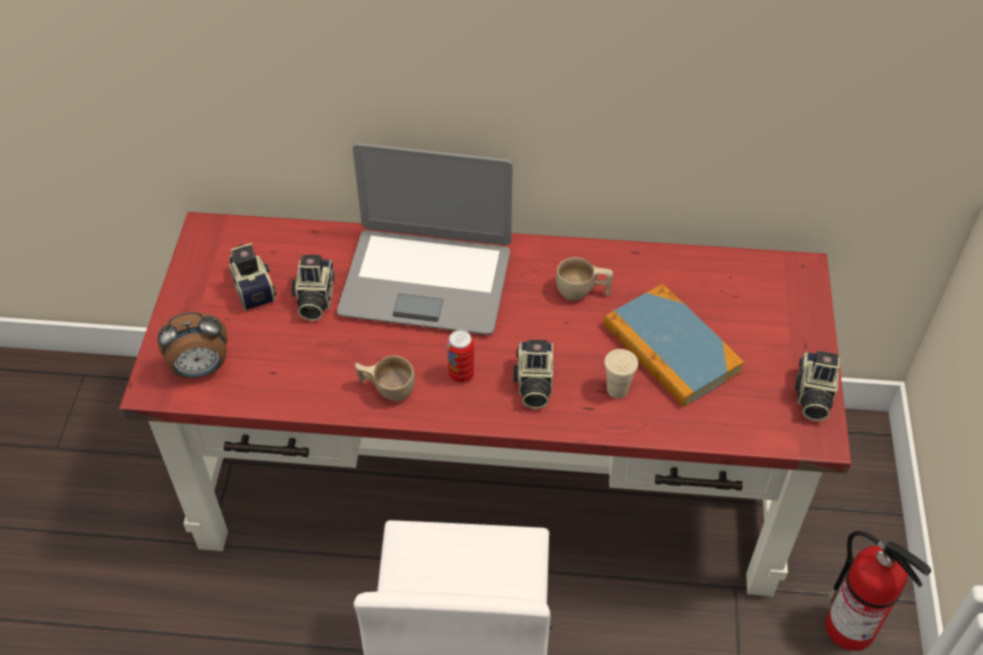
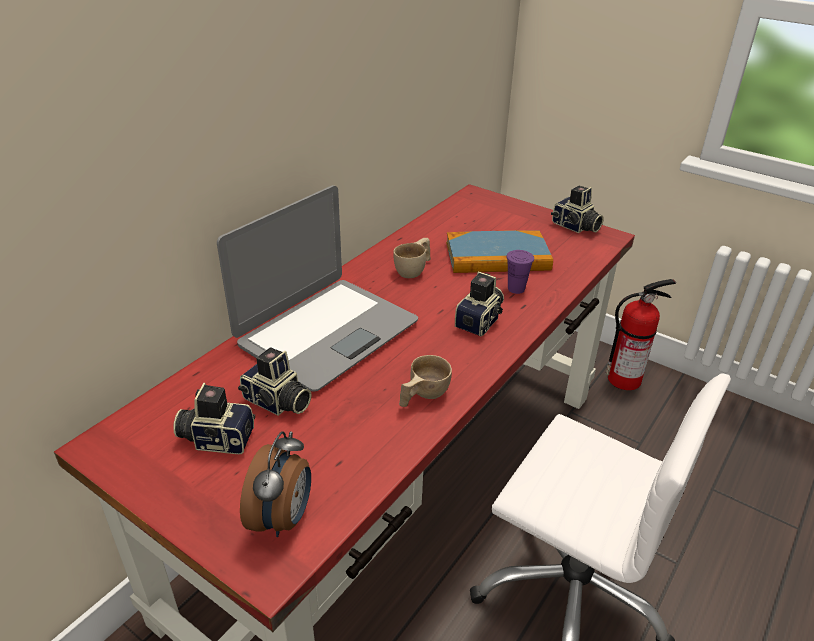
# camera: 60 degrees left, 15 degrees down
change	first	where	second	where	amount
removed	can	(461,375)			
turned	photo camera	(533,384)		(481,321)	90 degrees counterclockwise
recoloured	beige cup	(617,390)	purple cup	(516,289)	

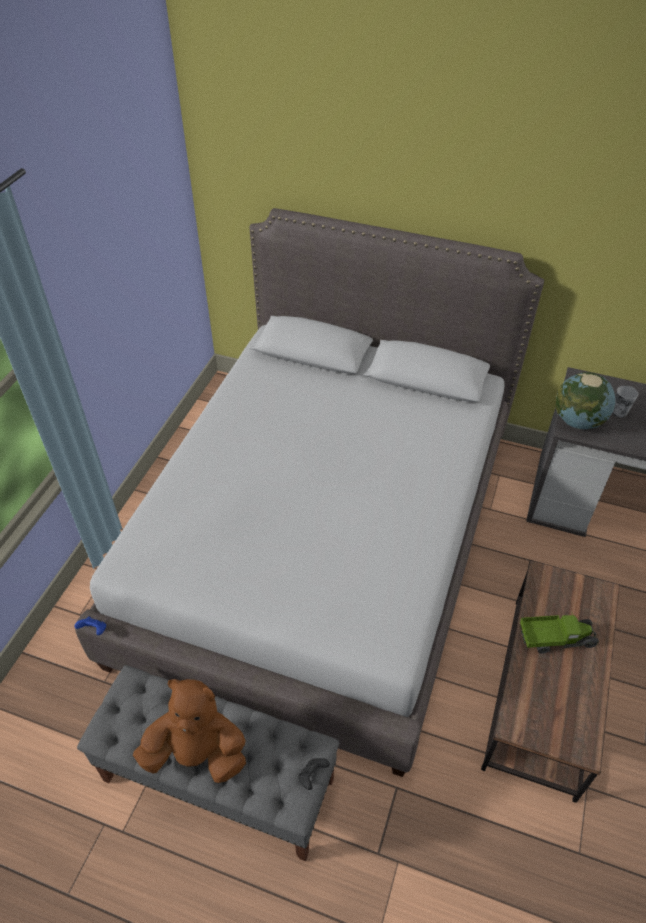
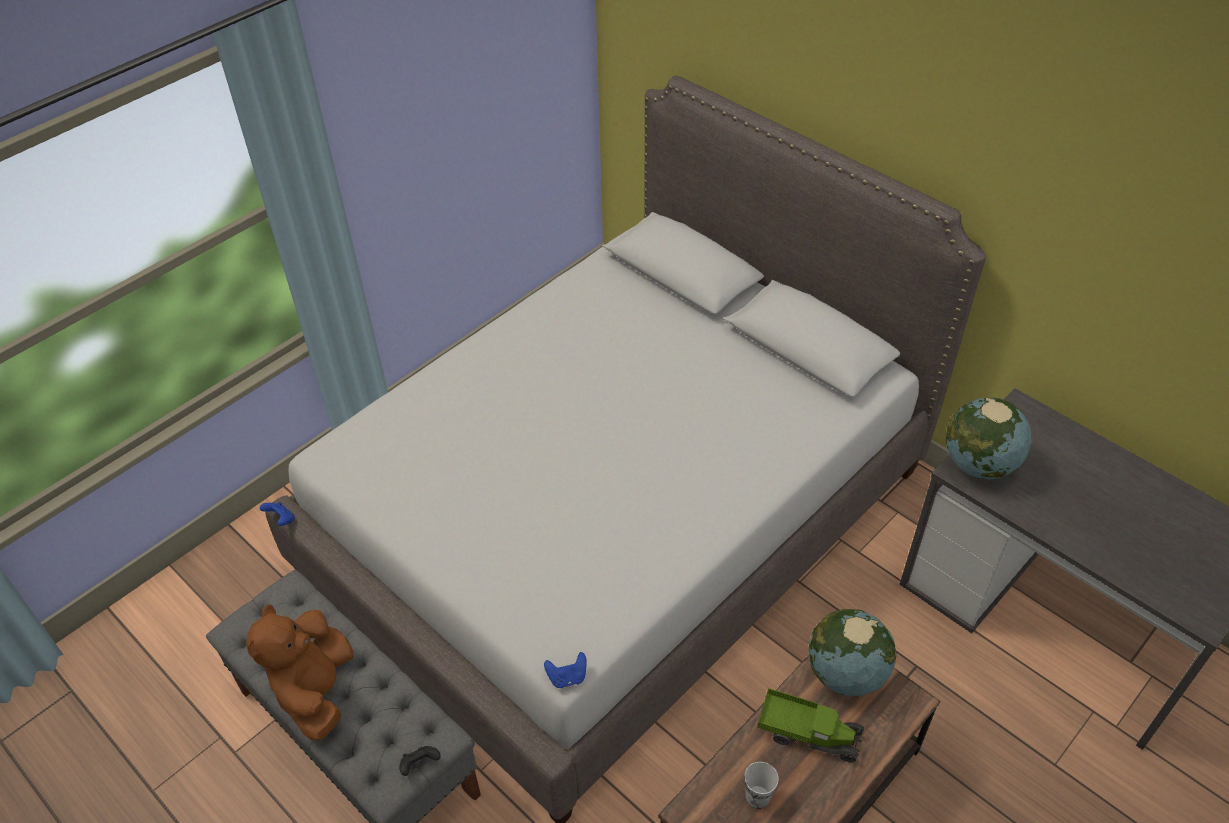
# camera: 25 degrees right, 0 degrees up
change	first	where	second	where	amount
turned	brown plush toy	(197,753)		(316,691)	120 degrees counterclockwise
moved	cup	(619,412)		(757,797)	
added			blue game controller	(567,677)	
added			globe	(845,674)	

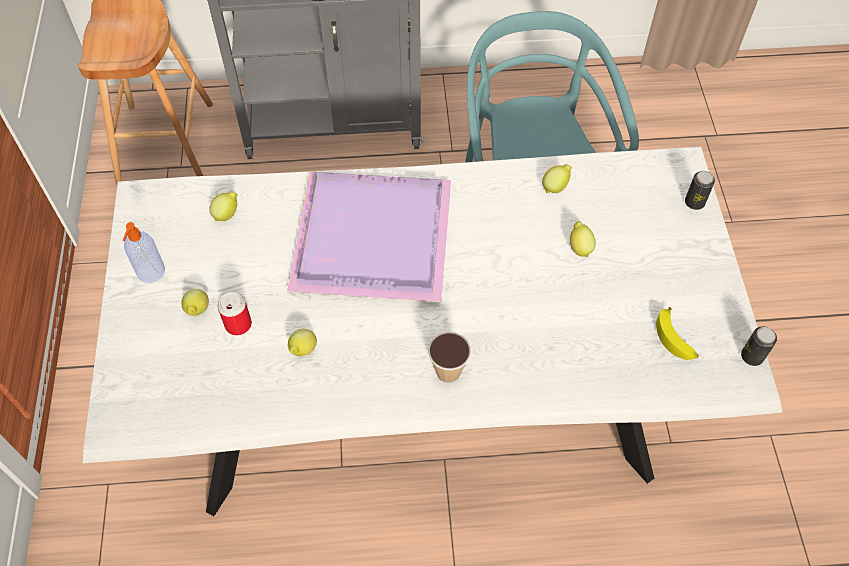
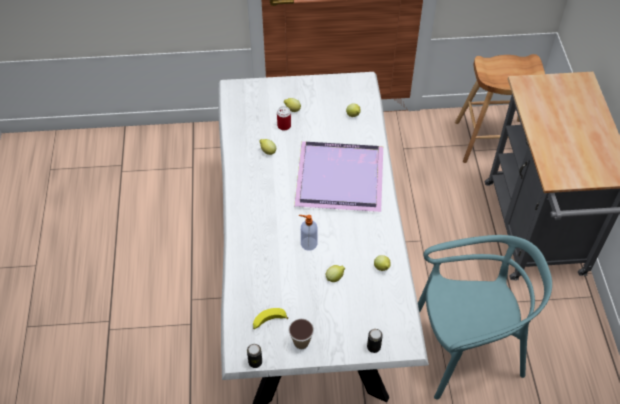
# camera: 90 degrees right, 5 degrees down
change	first	where	second	where	amount
moved	soap dispenser	(150,272)		(308,243)	
moved	cup	(448,372)		(301,342)	

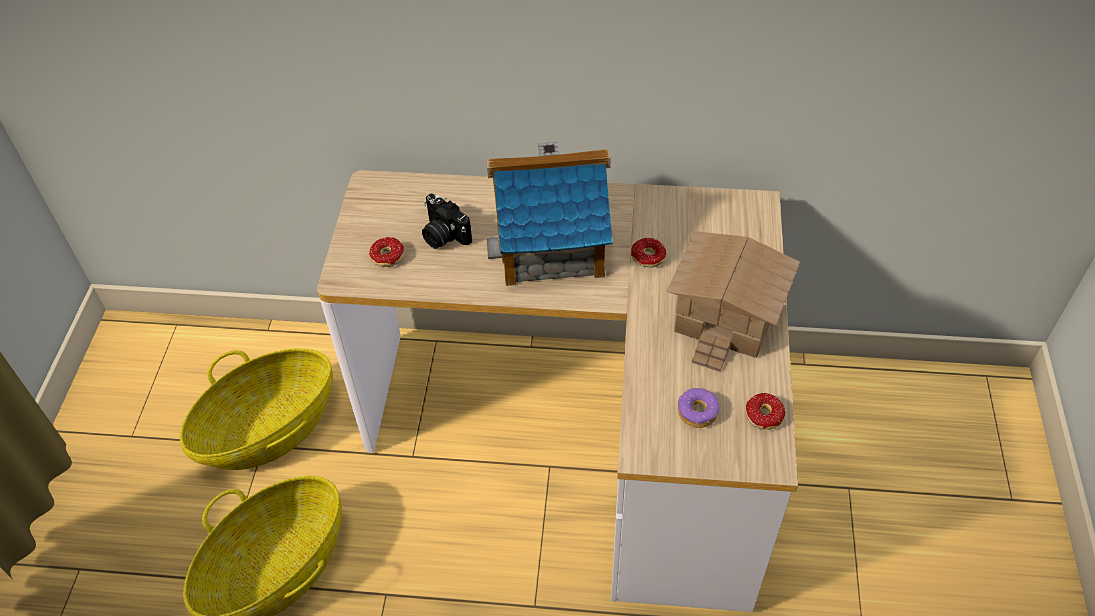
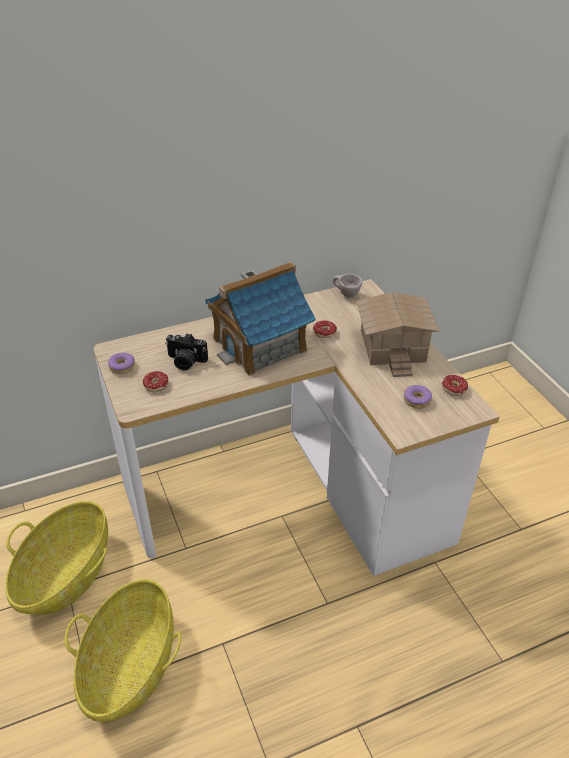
# camera: 30 degrees left, 10 degrees down
change	first	where	second	where	amount
added			donut	(122,367)	
added			beige cup	(345,294)	

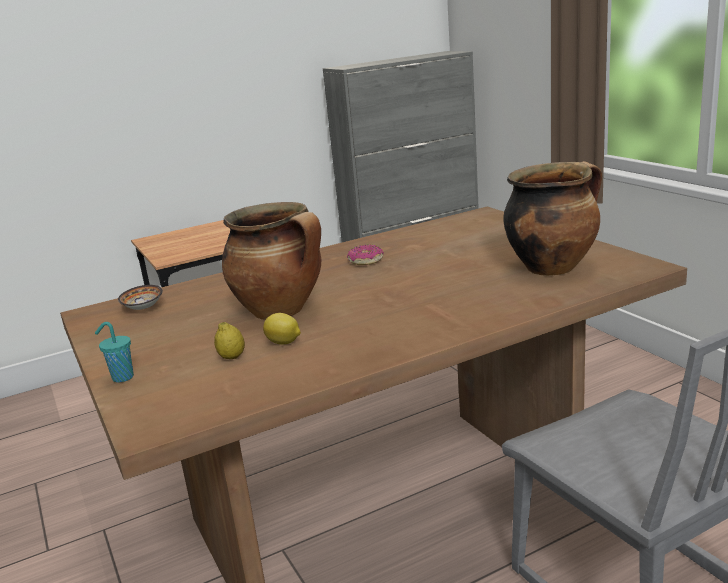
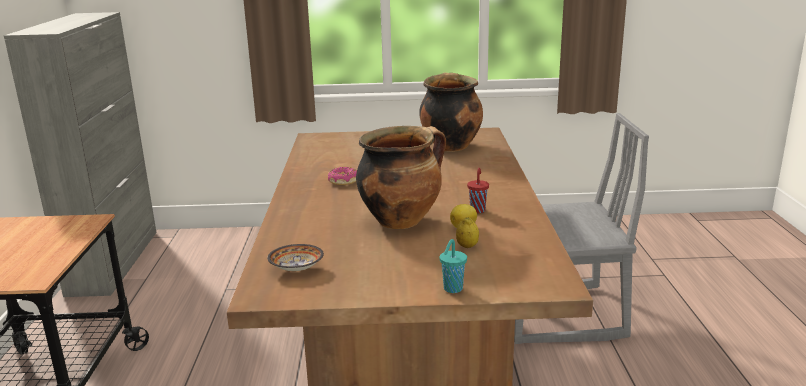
# camera: 65 degrees left, 0 degrees up
change	first	where	second	where	amount
added			red cup	(477,210)	

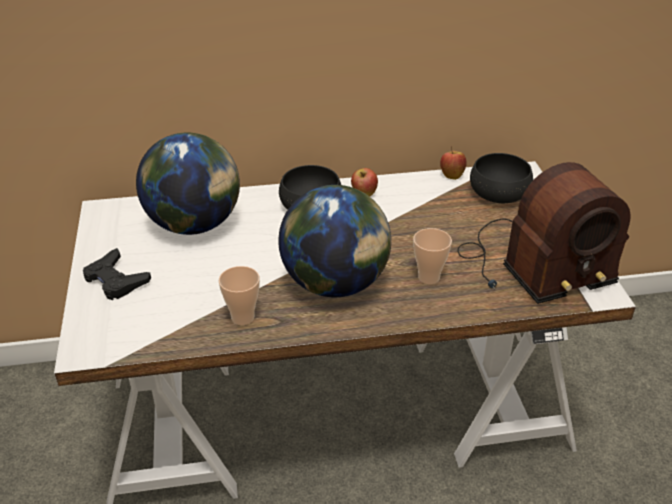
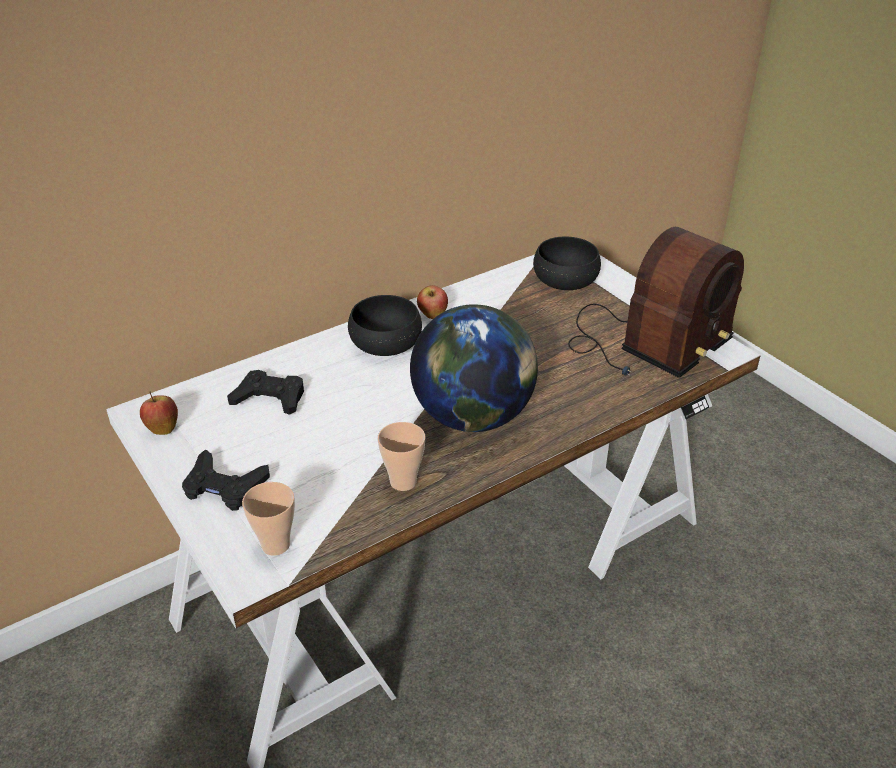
# camera: 25 degrees left, 0 degrees up
change	first	where	second	where	amount
replaced	globe	(195,224)	black game controller	(270,398)	
moved	cup	(428,277)		(275,545)	
moved	apple	(452,175)		(162,428)	

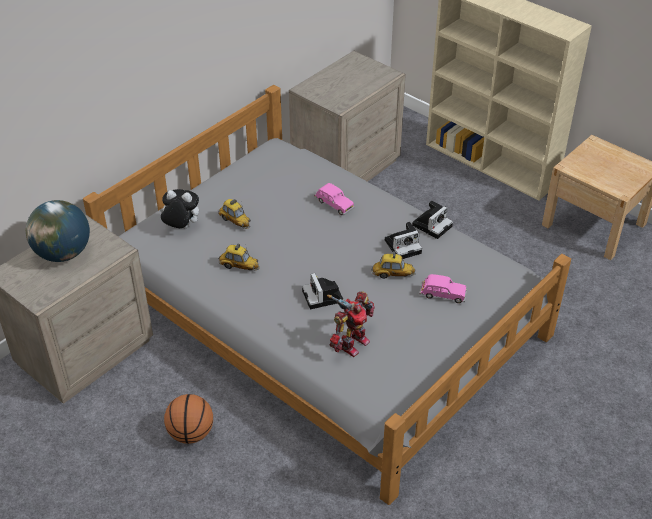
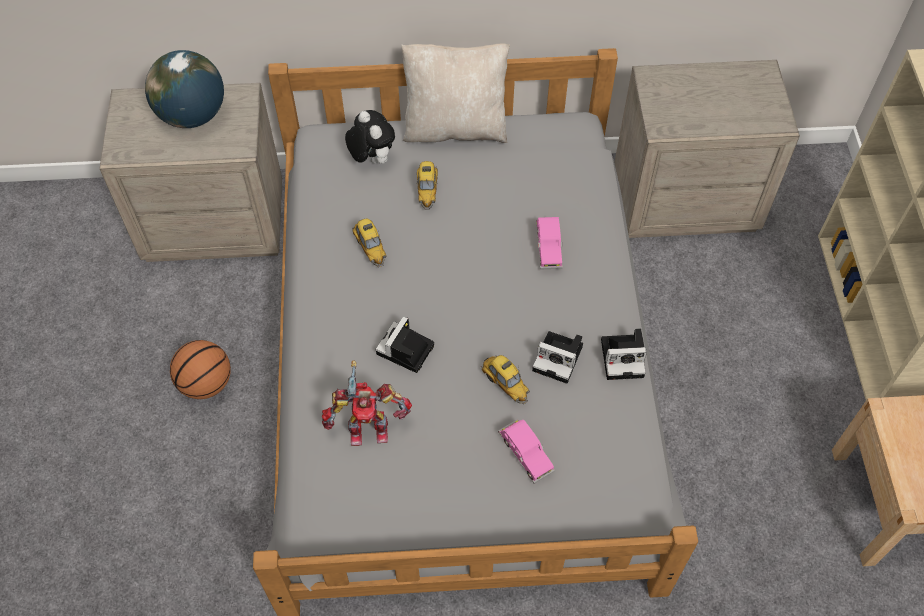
# camera: 45 degrees right, 15 degrees up
change	first	where	second	where	amount
added			beige pillow	(455,127)	

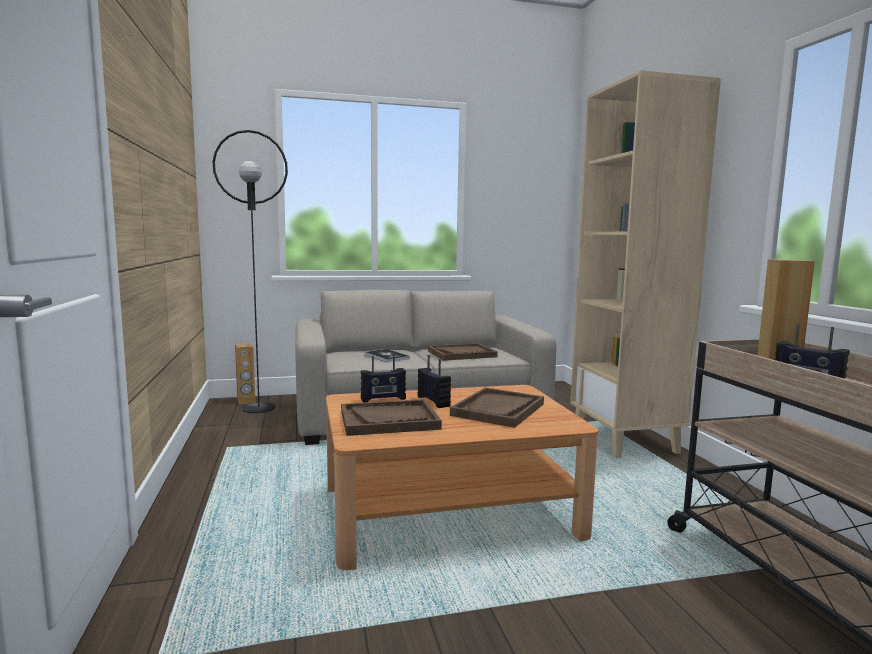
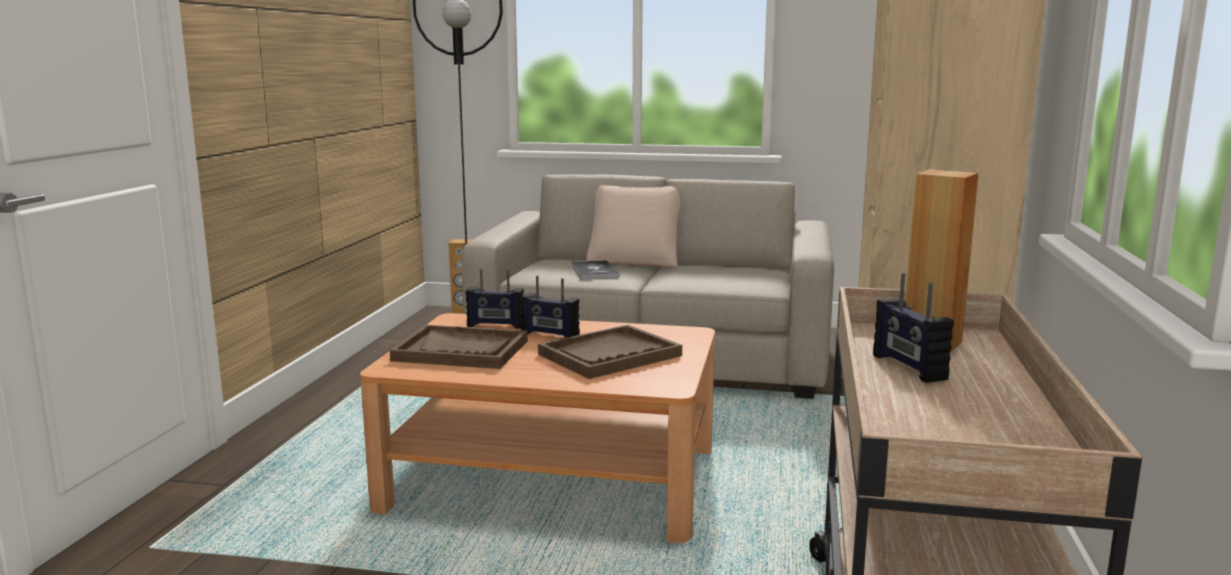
# camera: 25 degrees right, 5 degrees up
change	first	where	second	where	amount
turned	radio	(434,401)		(550,335)	120 degrees clockwise
removed	brown tray	(462,354)			
added			beige pillow	(635,260)	

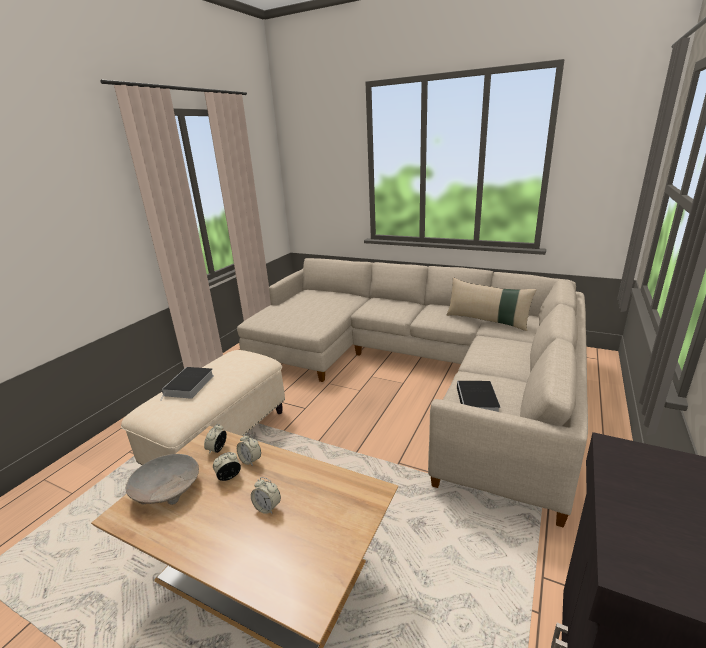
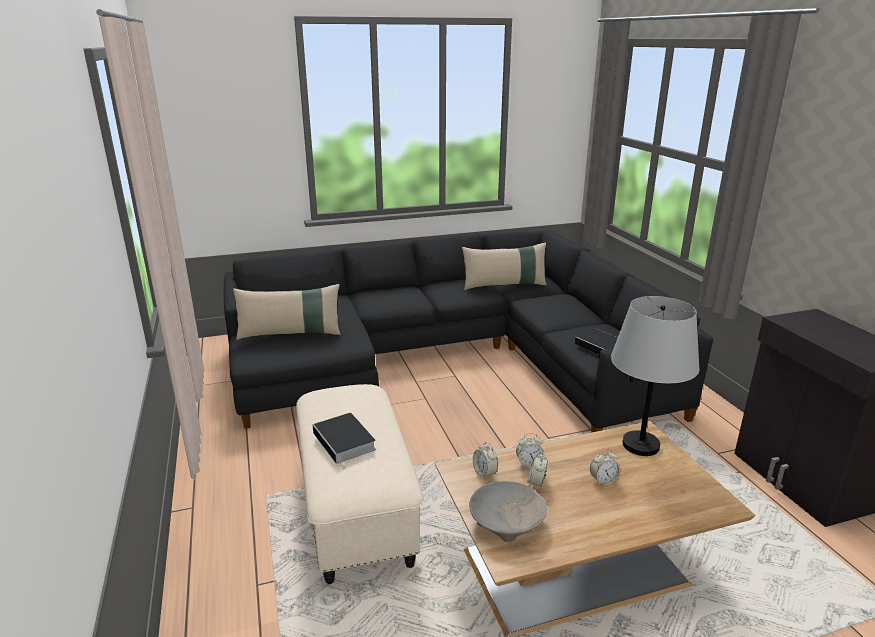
# camera: 45 degrees left, 0 degrees up
change	first	where	second	where	amount
recoloured	beige sofa	(417,368)	black sofa	(448,358)	
added			beige pillow	(290,333)	
added			grey table lamp	(641,445)	

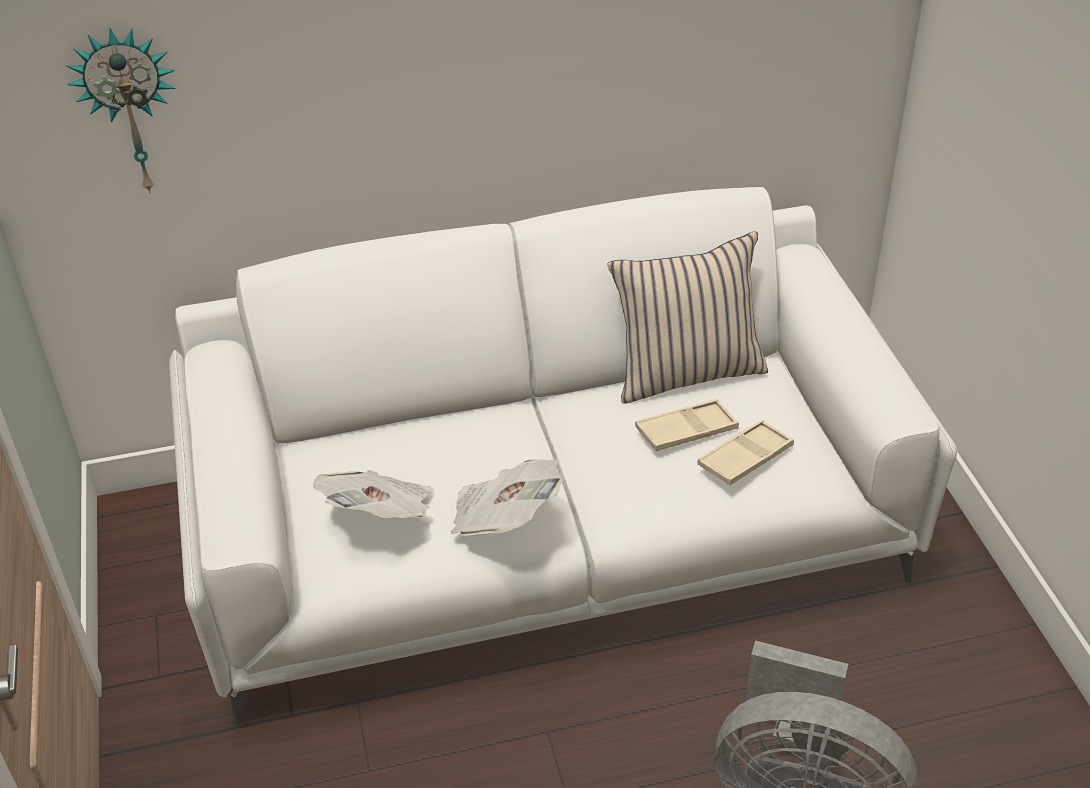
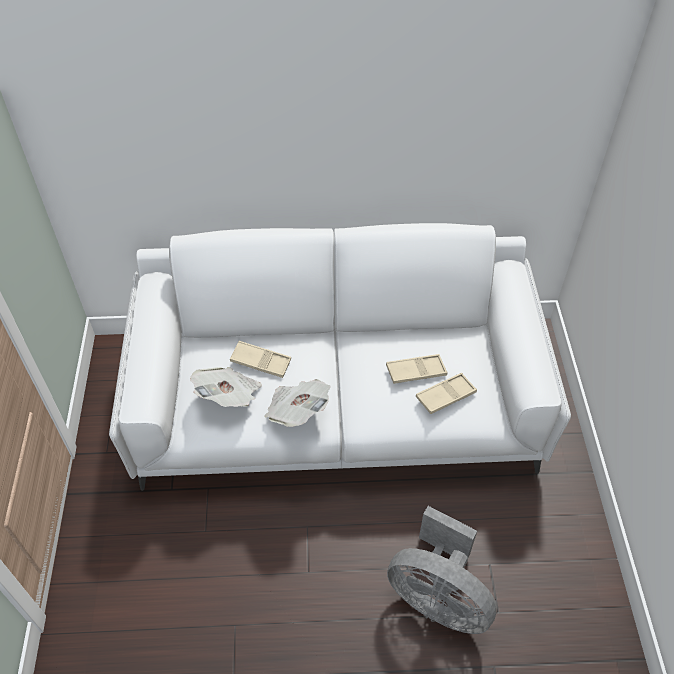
# camera: 10 degrees right, 10 degrees up
change	first	where	second	where	amount
removed	wall clock	(130,110)			
removed	beige pillow	(686,373)			
added			beige tray	(261,362)	

